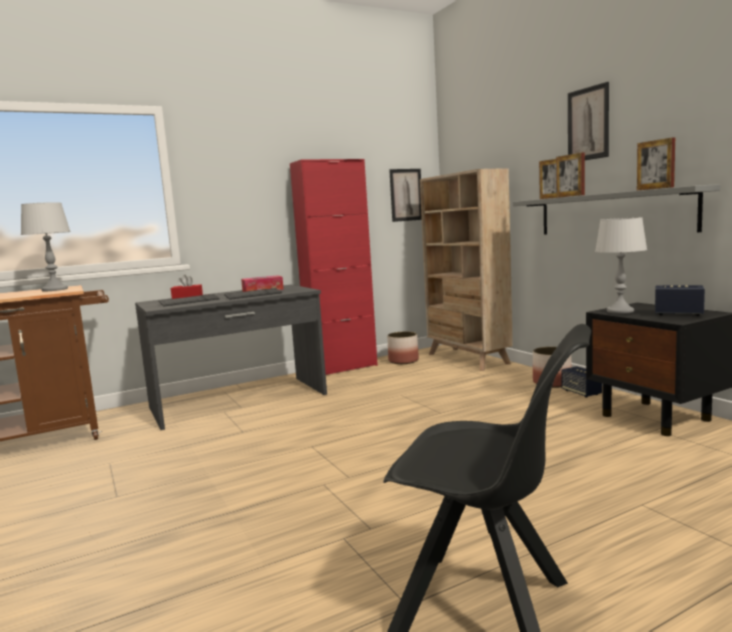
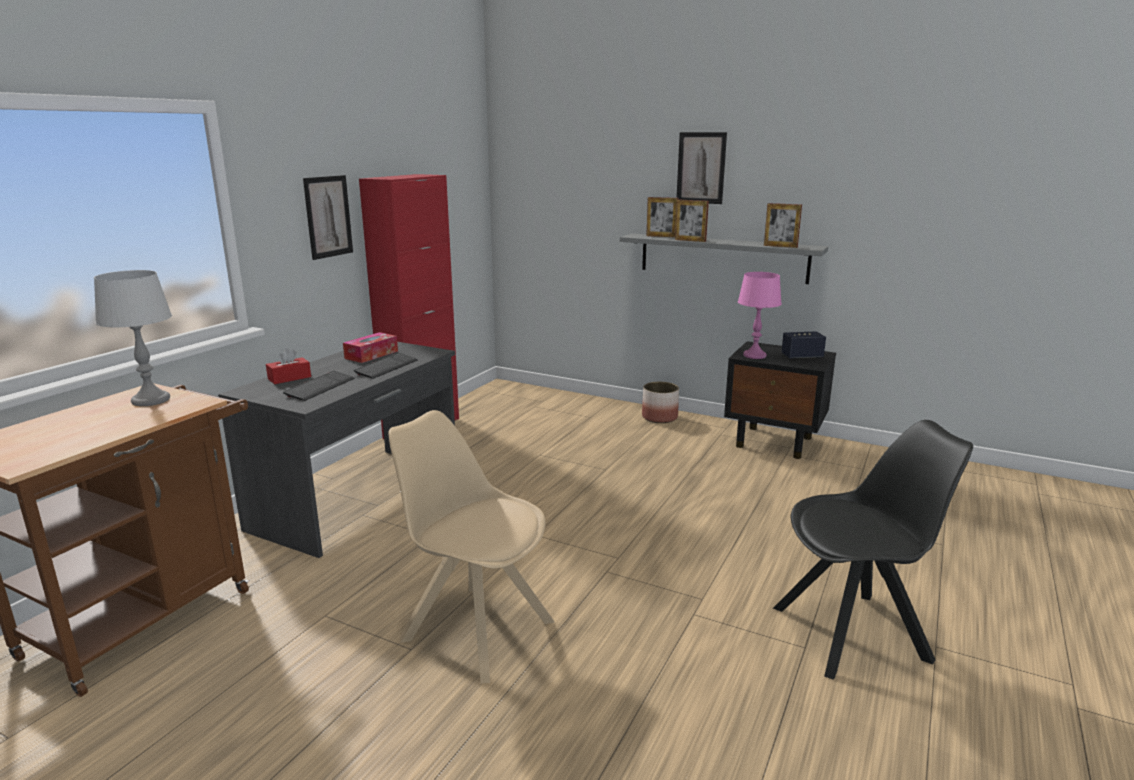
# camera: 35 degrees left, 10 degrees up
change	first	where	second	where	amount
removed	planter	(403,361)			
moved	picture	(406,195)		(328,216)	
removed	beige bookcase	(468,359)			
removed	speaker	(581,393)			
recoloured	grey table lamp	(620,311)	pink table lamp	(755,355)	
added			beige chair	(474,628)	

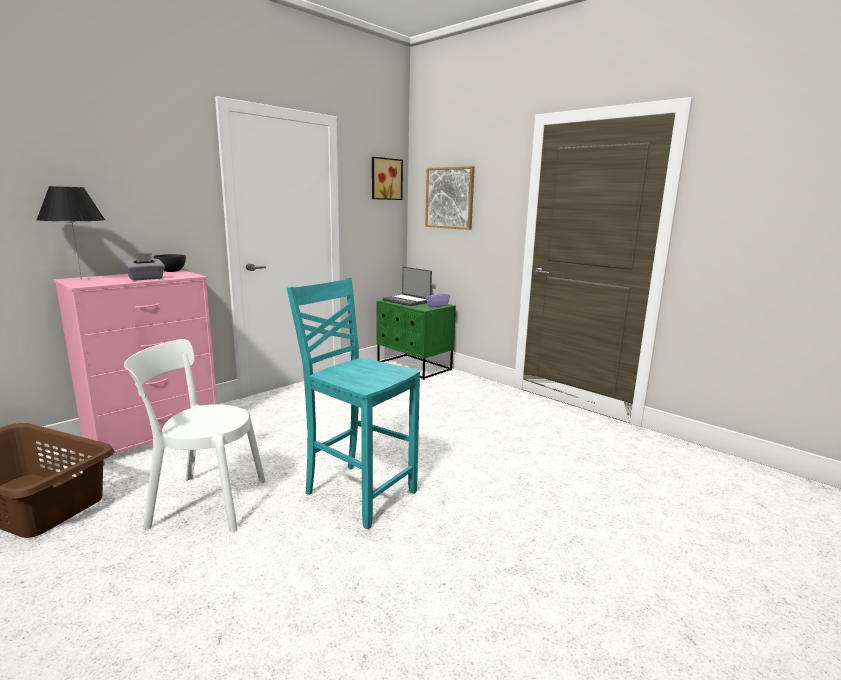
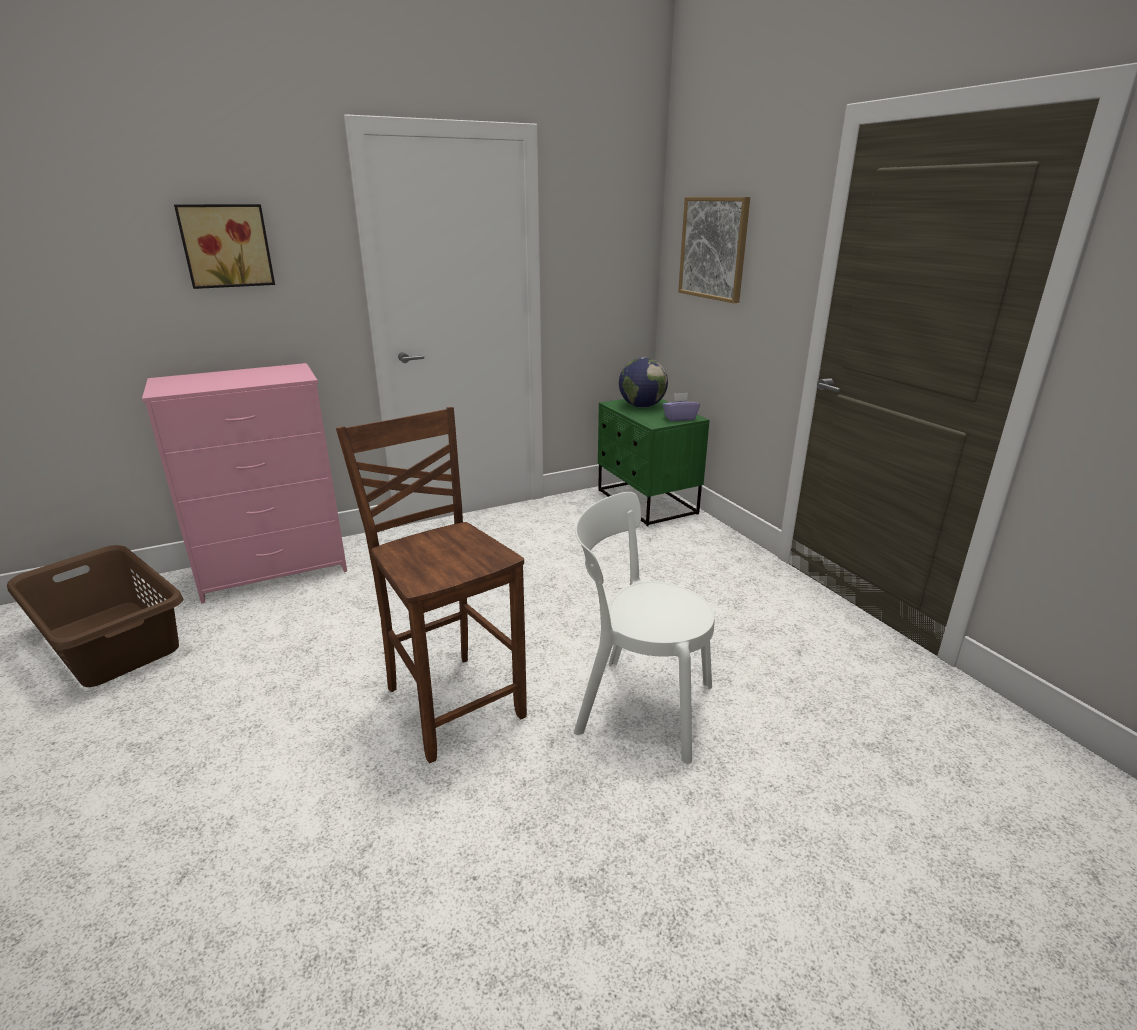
# camera: 20 degrees right, 10 degrees up
change	first	where	second	where	amount
removed	black table lamp	(81,279)			
removed	grey tissue box	(146,278)			
moved	white chair	(203,502)		(638,706)	
removed	grey bowl	(171,271)			
recoloured	turquoise chair	(358,492)	brown chair	(452,701)	
moved	picture	(385,179)		(226,246)	
replaced	laptop	(407,301)	globe	(641,406)	

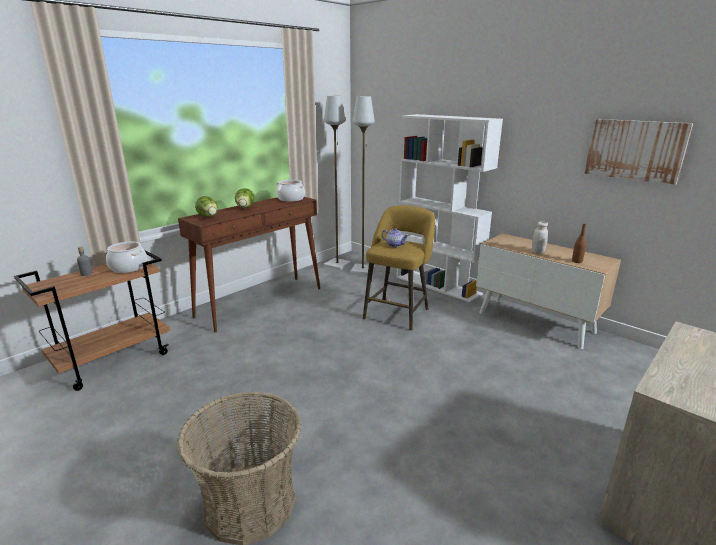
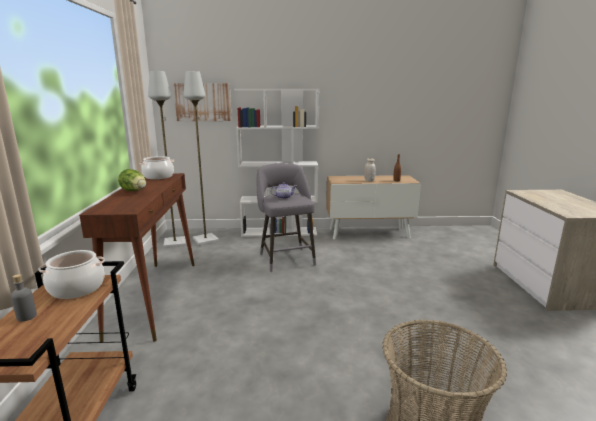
# camera: 45 degrees left, 5 degrees down
change	first	where	second	where	amount
removed	lettuce	(209,217)			
recoloured	yellow stool	(397,312)	grey stool	(285,258)	
moved	picture	(635,150)		(203,102)	

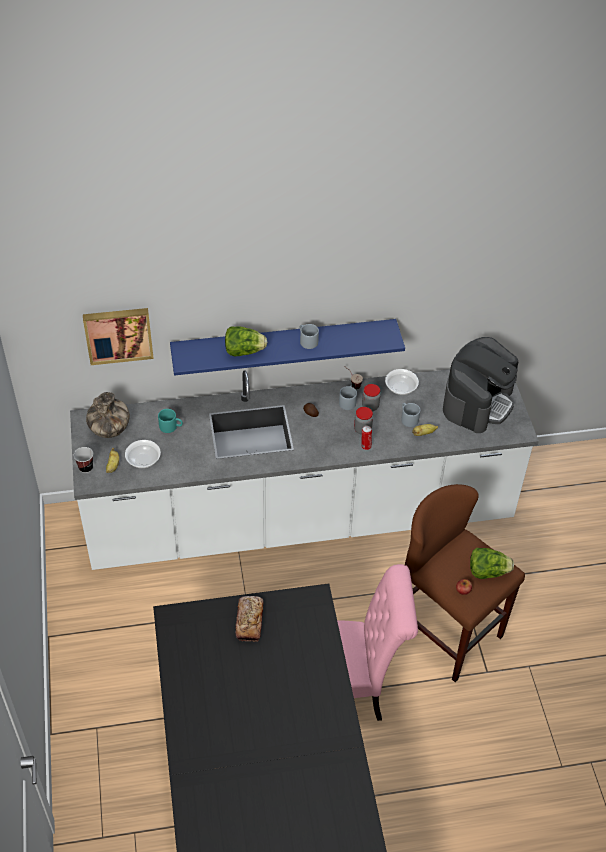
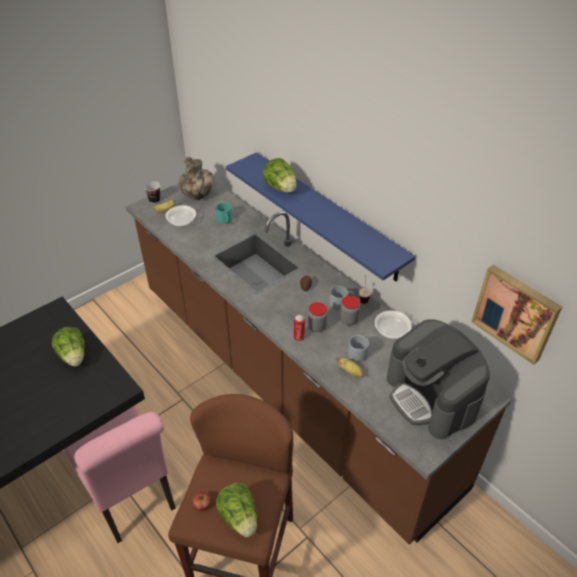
# camera: 60 degrees right, 5 degrees down
change	first	where	second	where	amount
recoloured	white counter	(300,517)	brown counter	(288,382)	
moved	picture	(118,334)		(516,312)	
replaced	bread	(249,621)	lettuce	(74,356)	
removed	grey mug	(306,341)			
turned	coffee machine	(478,401)		(431,397)	60 degrees clockwise

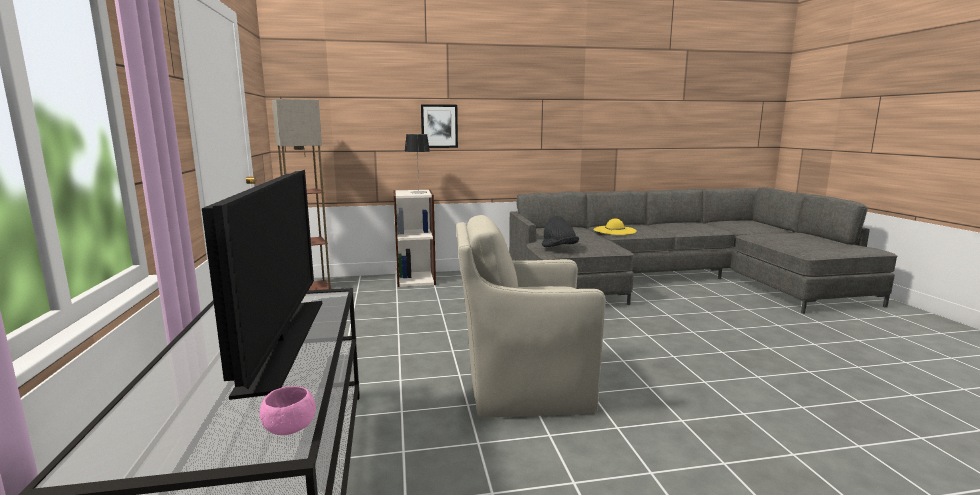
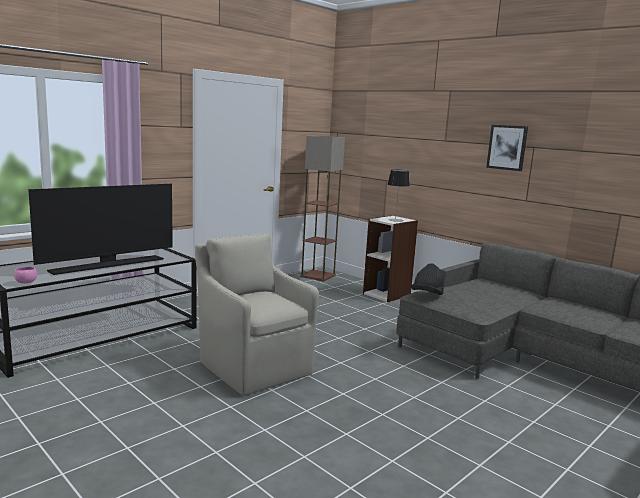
# camera: 55 degrees right, 0 degrees up
change	first	where	second	where	amount
moved	picture	(439,126)		(507,147)	
removed	yellow hat	(614,230)			

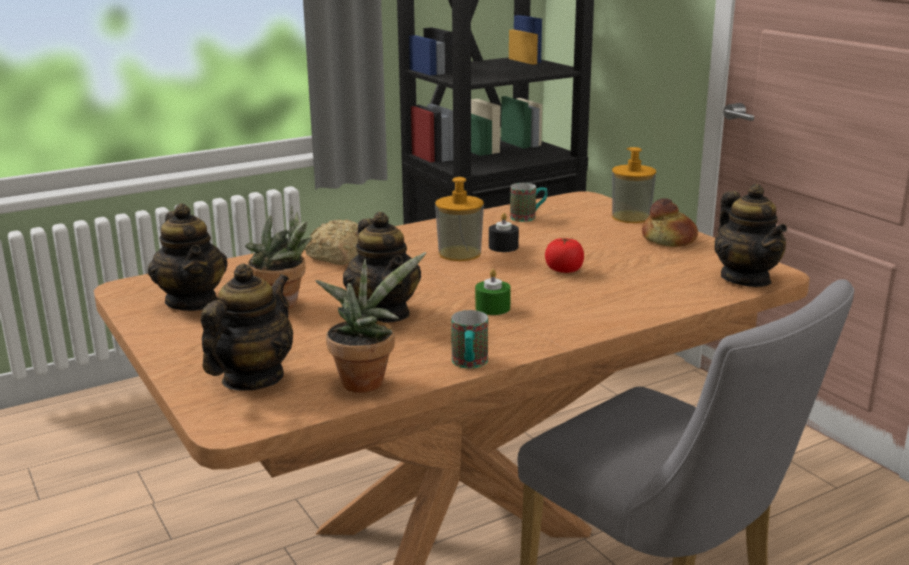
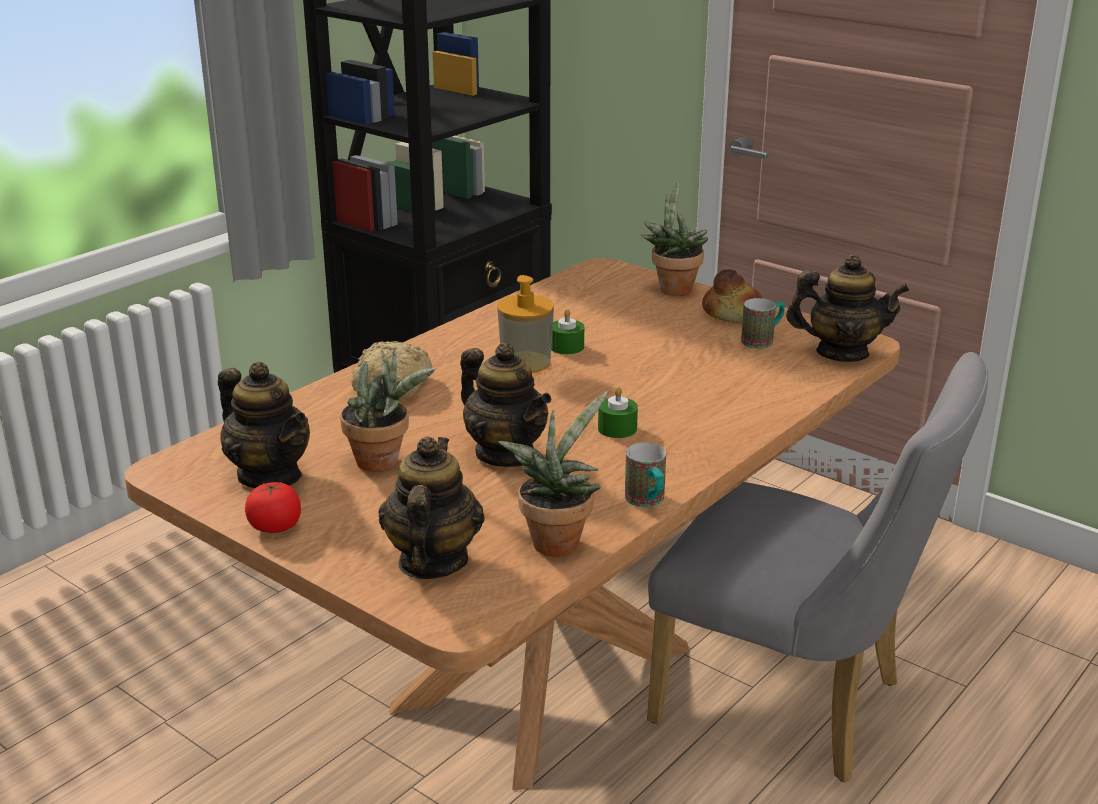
# camera: 20 degrees left, 5 degrees up
change	first	where	second	where	amount
recoloured	black candle	(503,247)	green candle	(566,347)	
moved	mug	(528,217)		(762,340)	
moved	tomato	(564,270)		(275,527)	
replaced	soap dispenser	(631,217)	potted plant	(673,288)	
turned	teapot	(746,279)		(842,353)	45 degrees counterclockwise

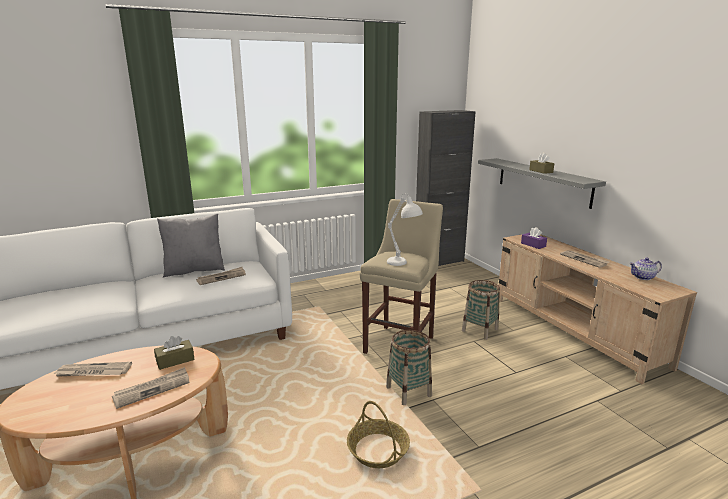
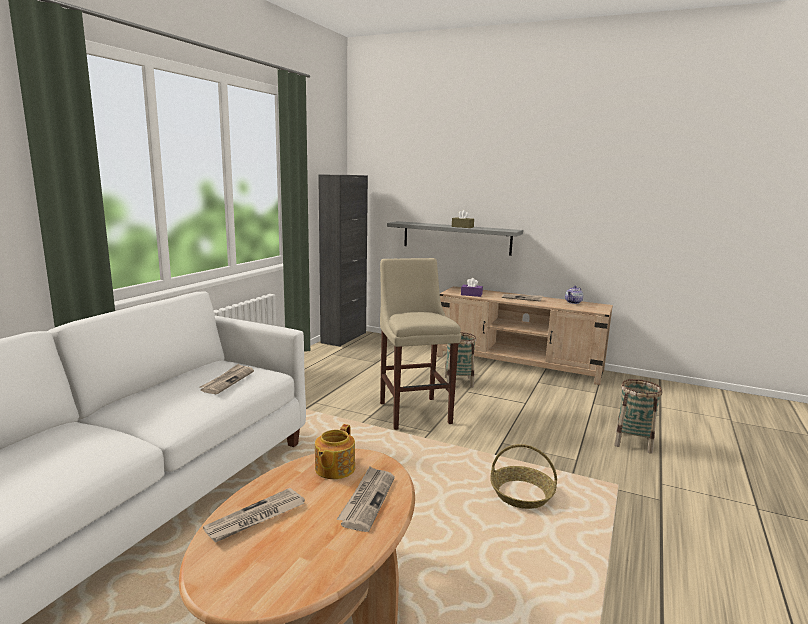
# camera: 40 degrees left, 5 degrees down
change	first	where	second	where	amount
replaced	brown tissue box	(175,360)	teapot	(334,469)	
removed	grey pillow	(194,270)			
moved	basket	(408,391)		(633,442)	
removed	white table lamp	(403,264)			

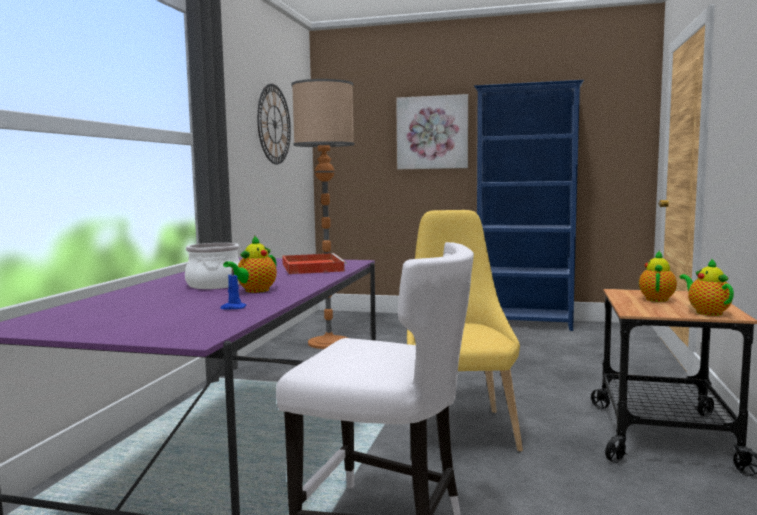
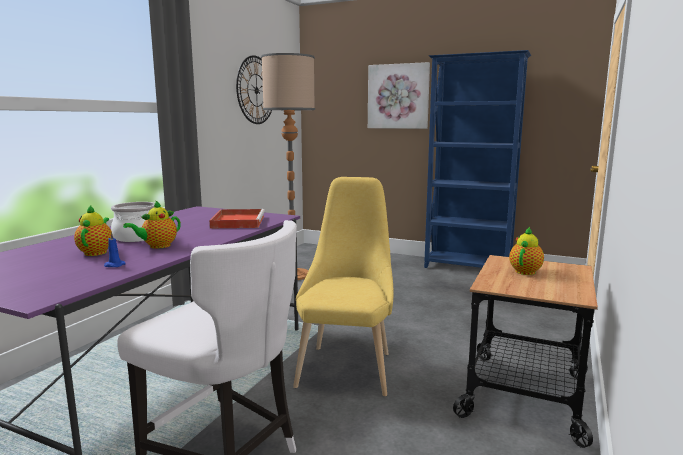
# camera: 10 degrees right, 5 degrees up
change	first	where	second	where	amount
moved	teapot	(706,312)		(96,252)	

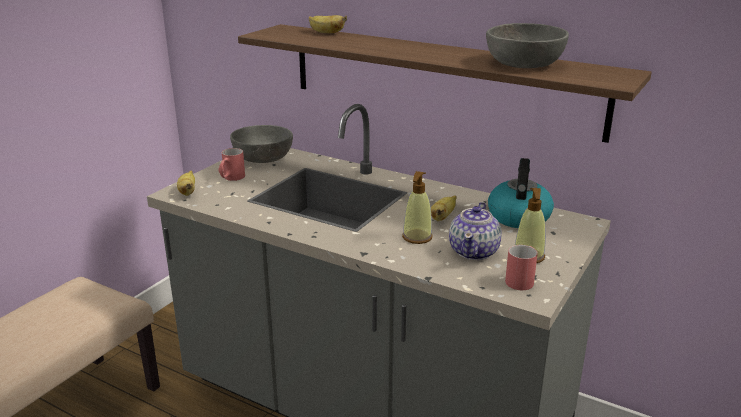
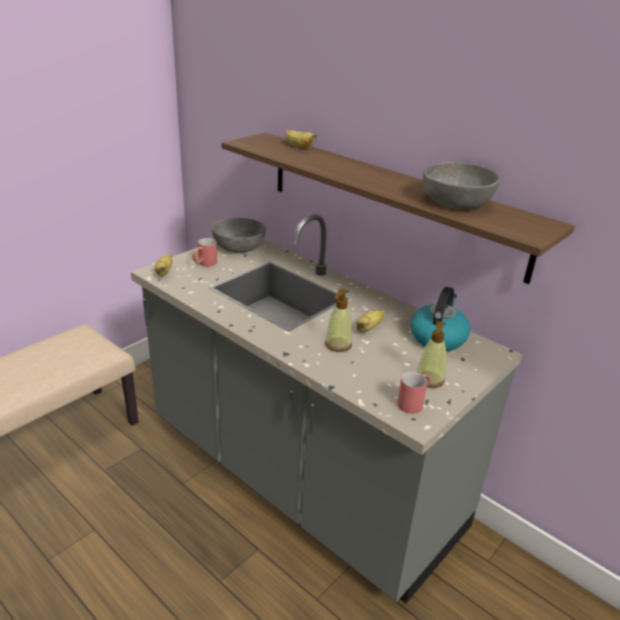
# camera: 10 degrees right, 5 degrees up
change	first	where	second	where	amount
removed	teapot	(474,251)			

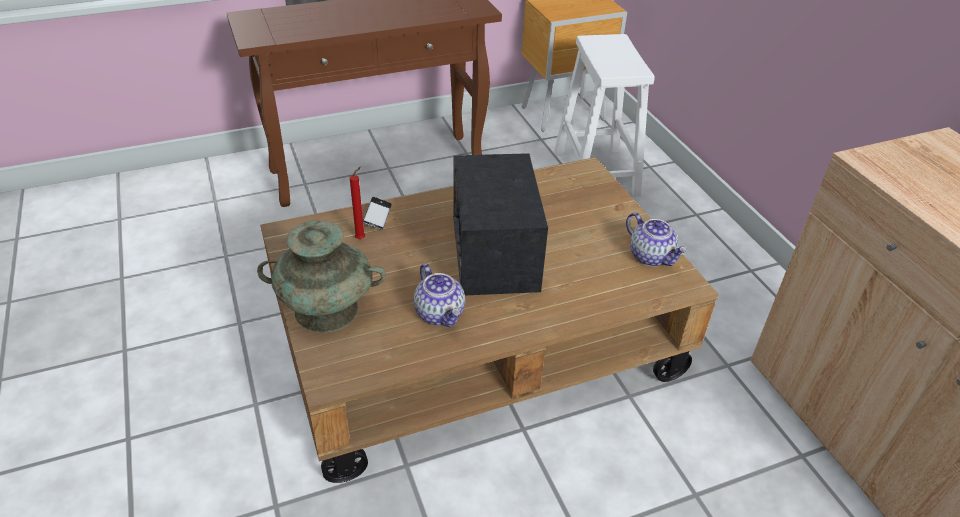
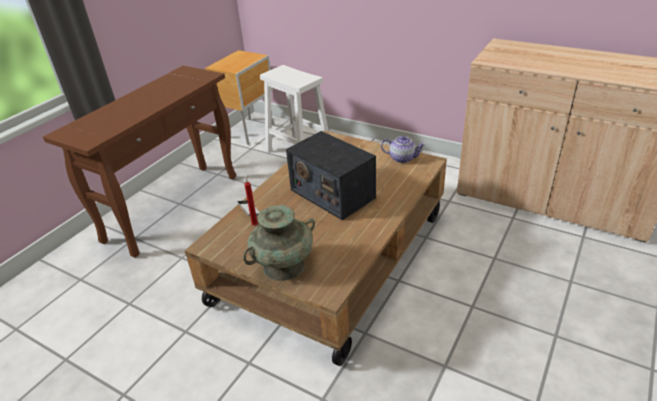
# camera: 35 degrees left, 5 degrees down
change	first	where	second	where	amount
removed	teapot	(440,313)			

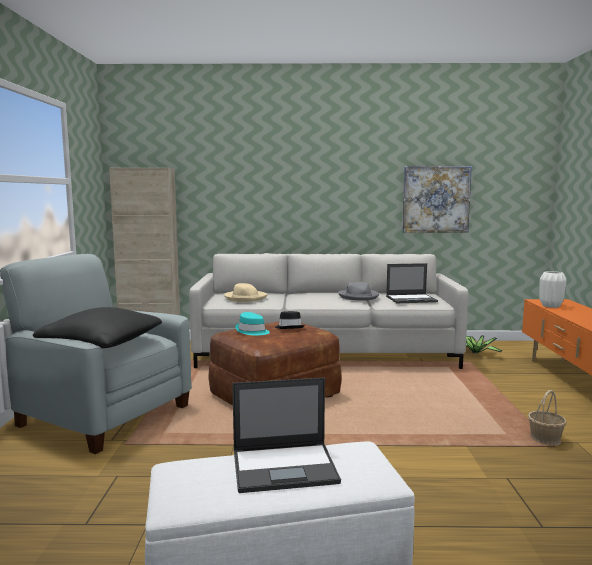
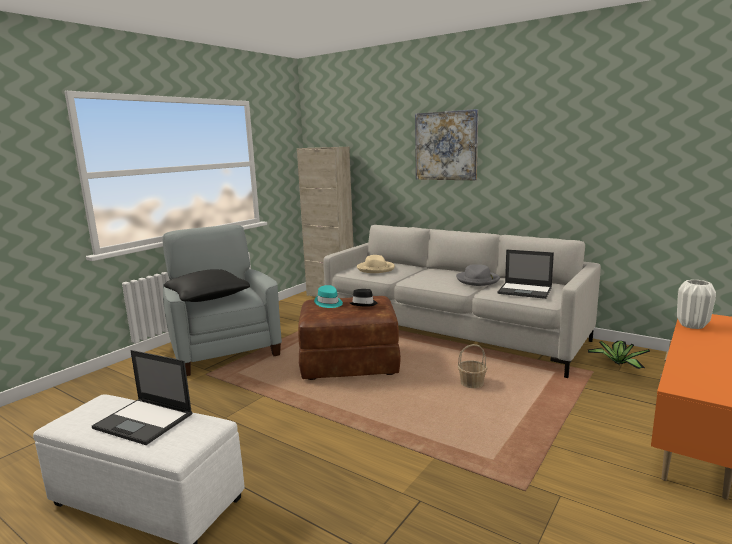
# camera: 35 degrees right, 5 degrees up
change	first	where	second	where	amount
moved	picture	(436,199)		(446,146)	
moved	basket	(545,439)		(472,383)	

